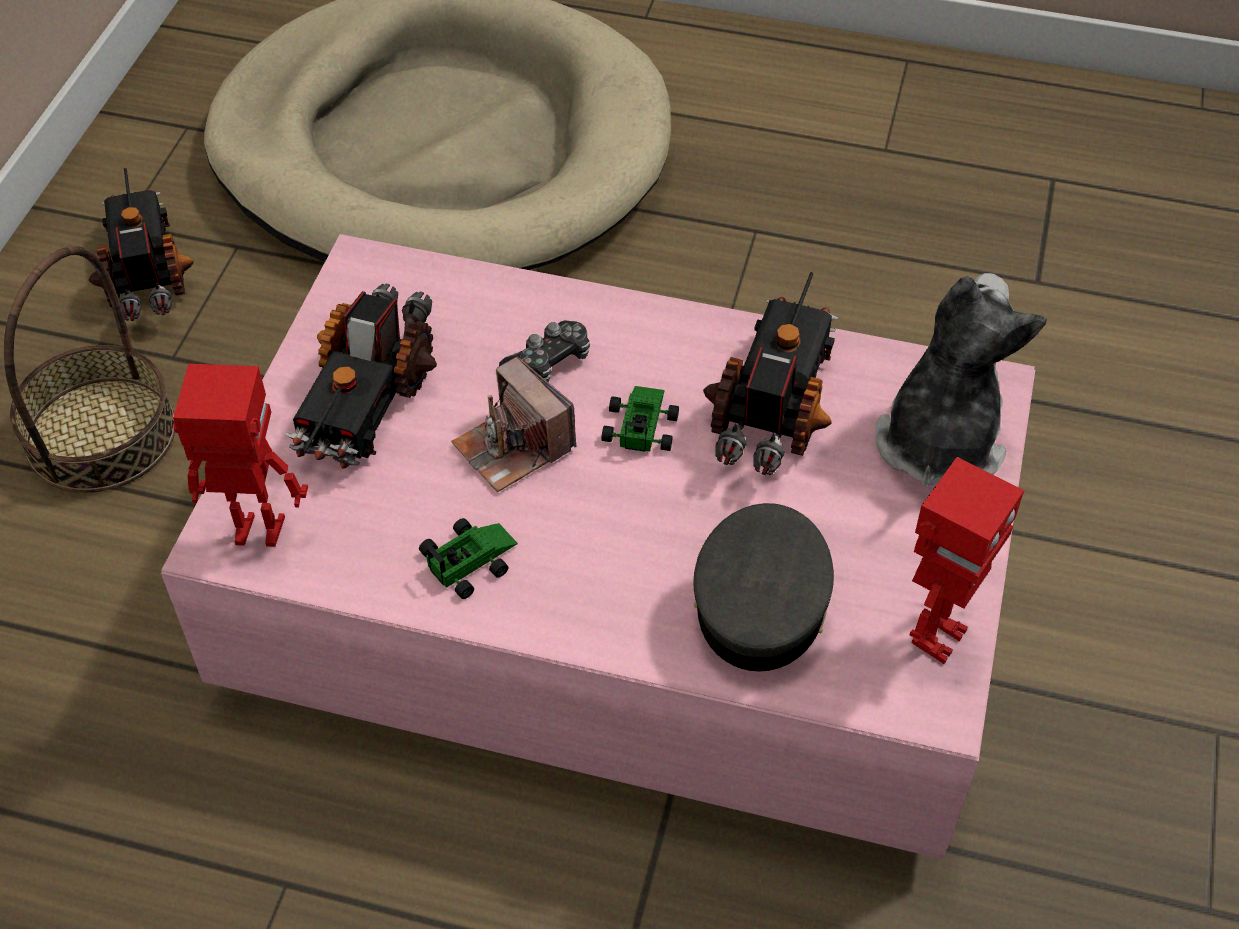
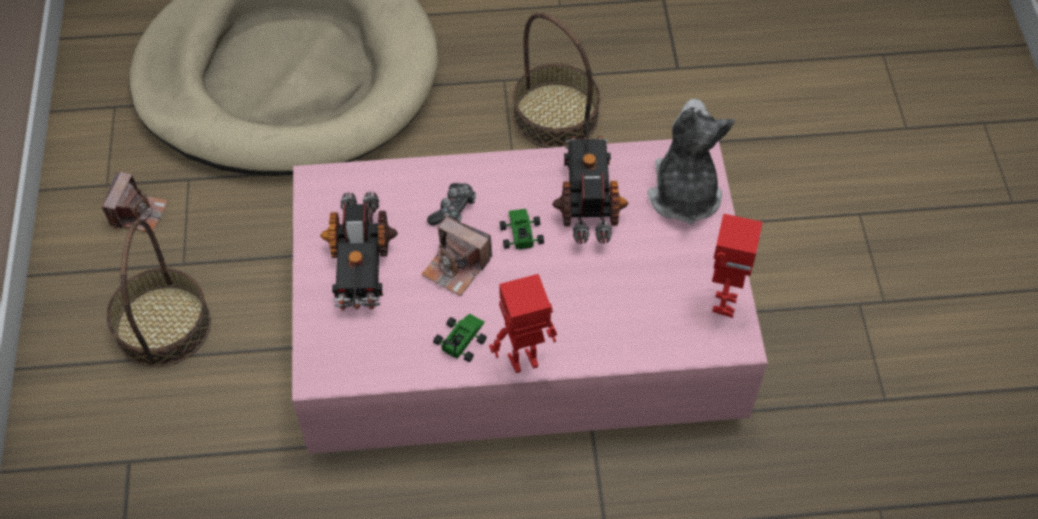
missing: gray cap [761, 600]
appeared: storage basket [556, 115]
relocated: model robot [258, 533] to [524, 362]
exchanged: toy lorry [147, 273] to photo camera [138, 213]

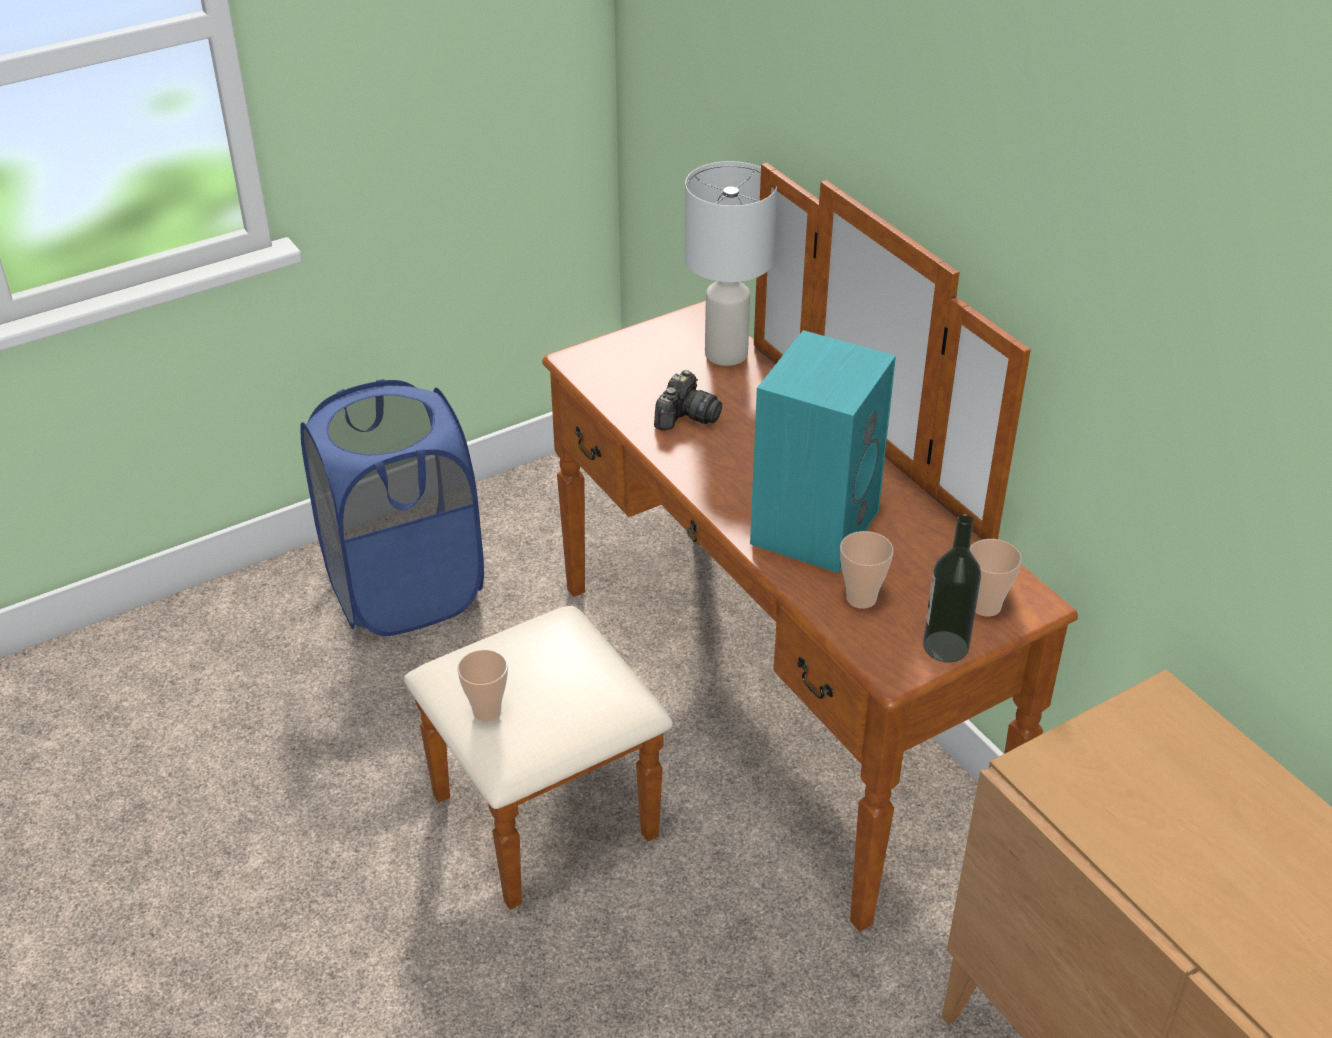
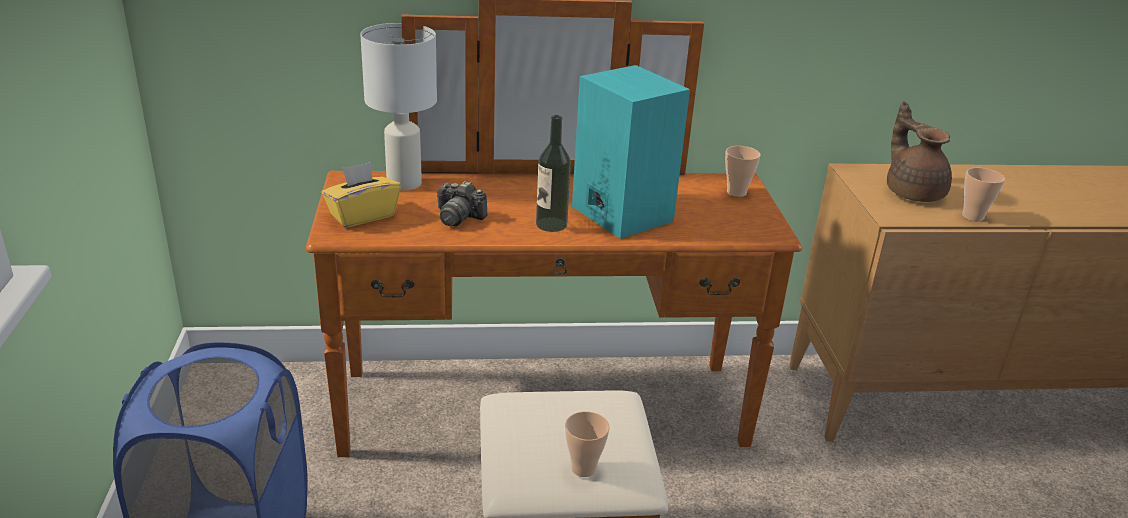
appeared: brown-coloured pot for tea [913, 192]; yellow-coloured box of tissues [362, 215]
relocated: beverage bottle [945, 646] to [551, 224]; small cup [861, 598] to [973, 216]
spun: photo camera [686, 417] = [458, 217] 150 degrees clockwise

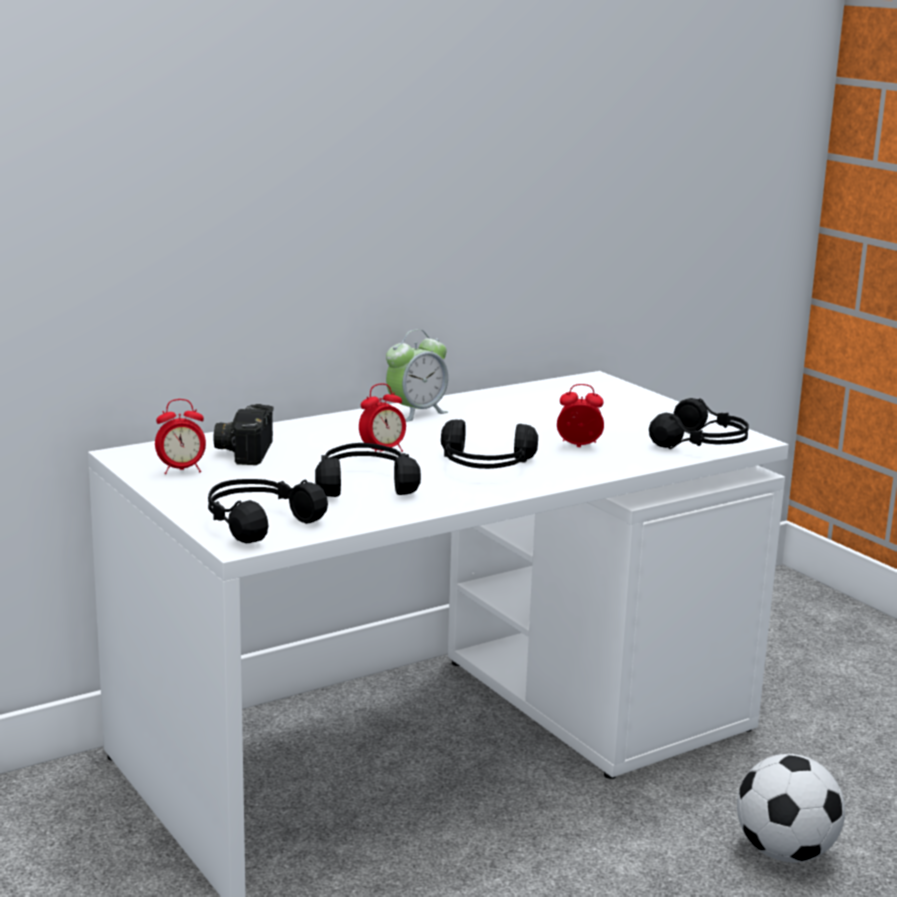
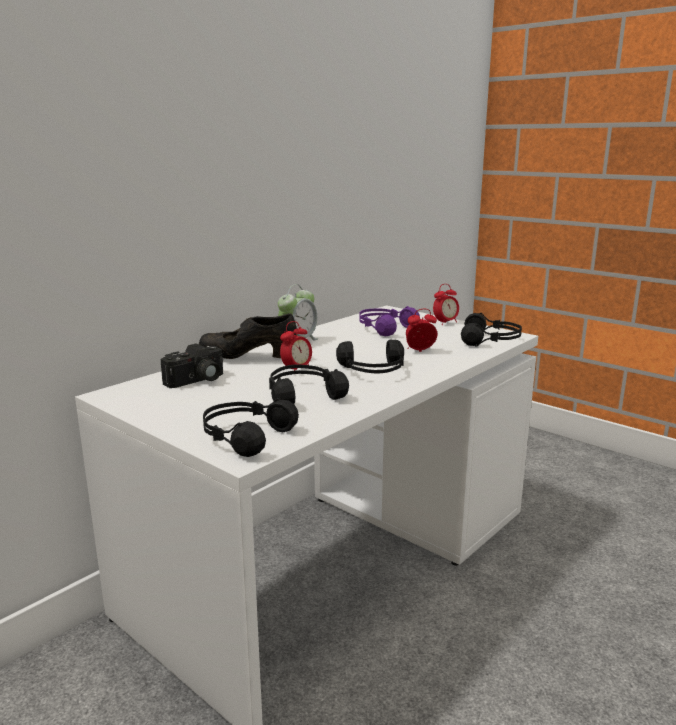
missing: ball for football [785, 852]
appeared: purple-coloured headset [384, 328]; black low shoe [248, 357]
relocated: table clock [181, 470] to [445, 323]
spun: photo camera [244, 450] = [197, 381] 120 degrees counterclockwise

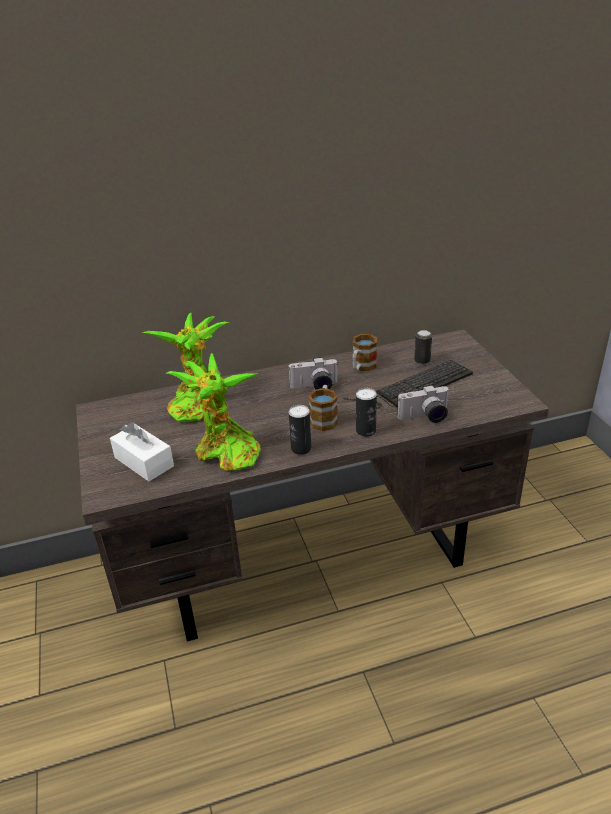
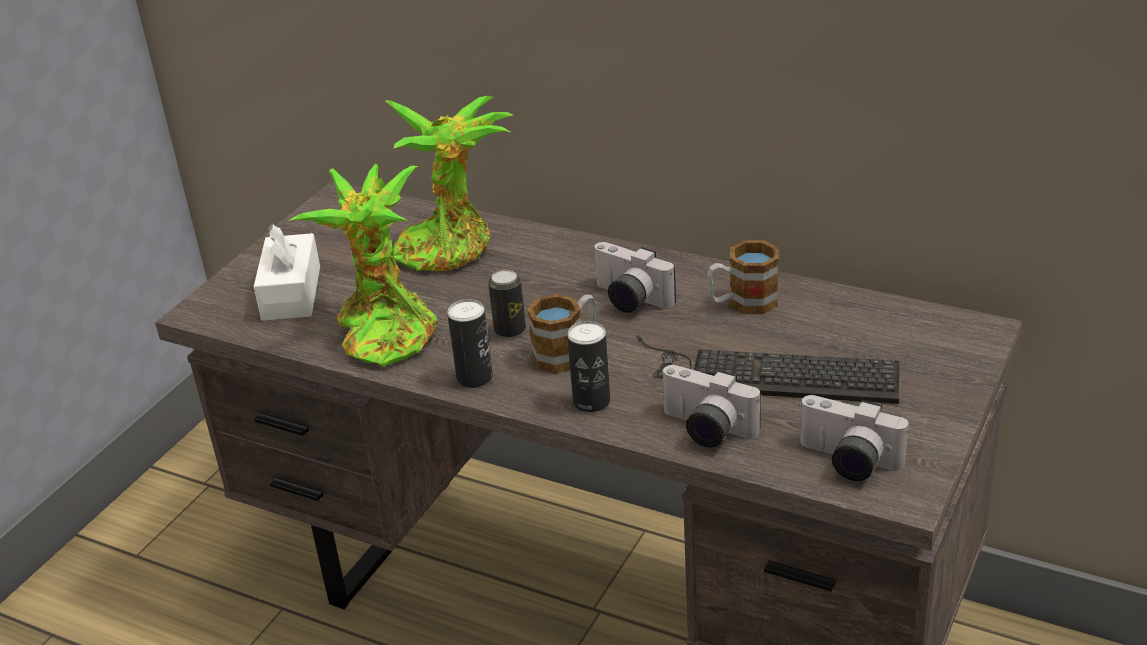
appeared: photo camera [846, 462]
relocated: can [422, 361] to [510, 330]

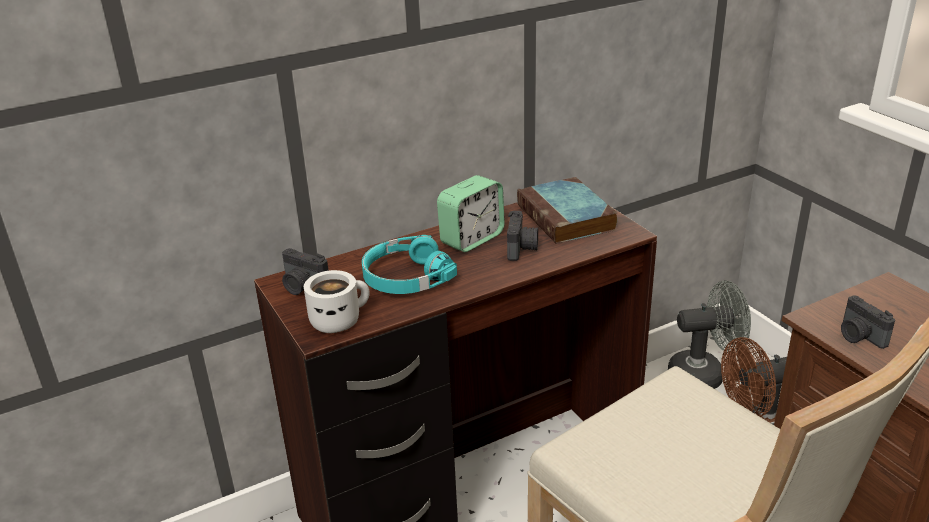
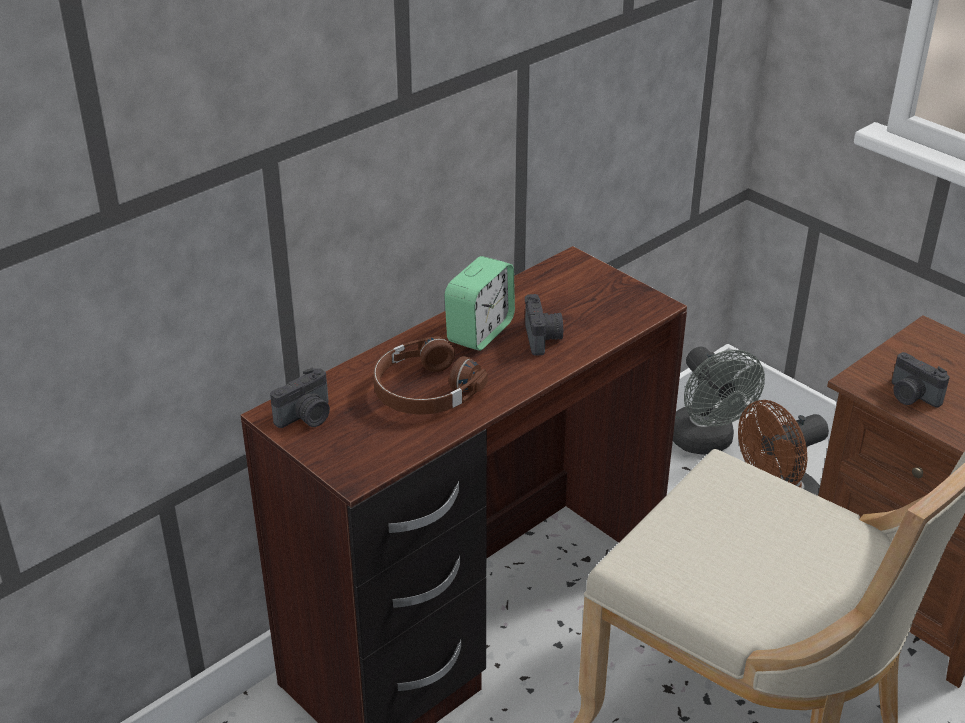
missing: book [567, 218]; white mug [338, 320]
colour: blue-green headset [406, 277] to brown-coloured headset [424, 391]
spun: photo camera [303, 287] = [307, 417] 60 degrees counterclockwise; gray cooling fan [704, 374] = [706, 442] 90 degrees clockwise

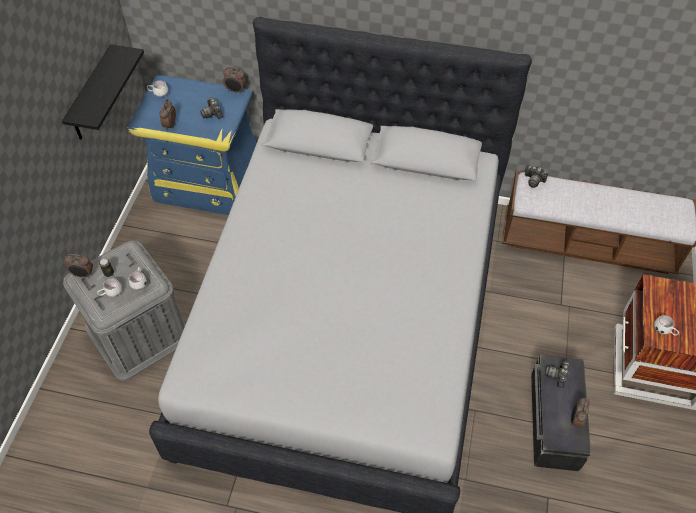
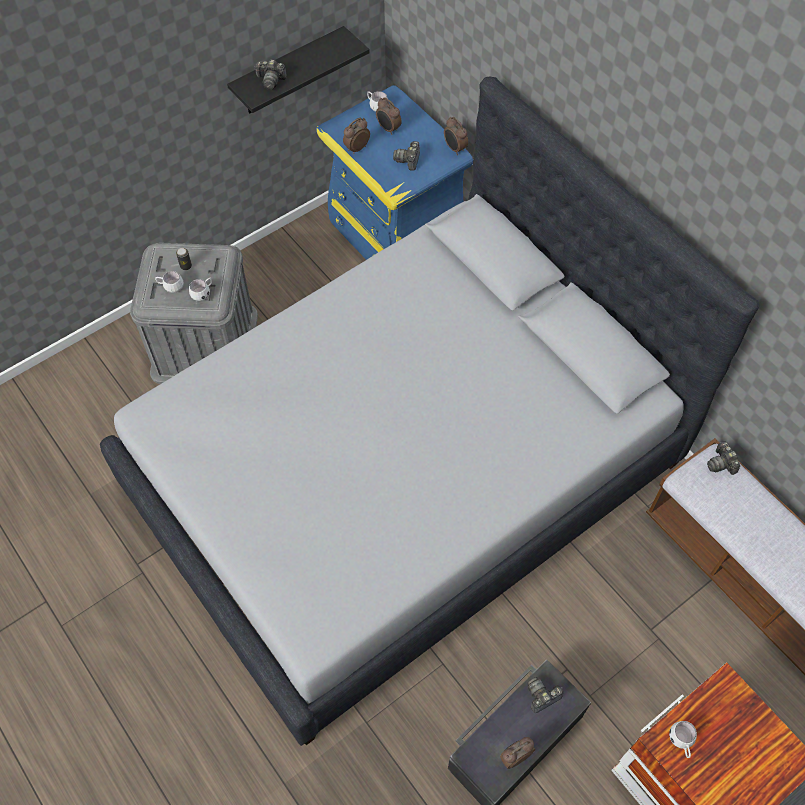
appeared: photo camera [271, 80]
relocated: table clock [83, 275] to [388, 129]

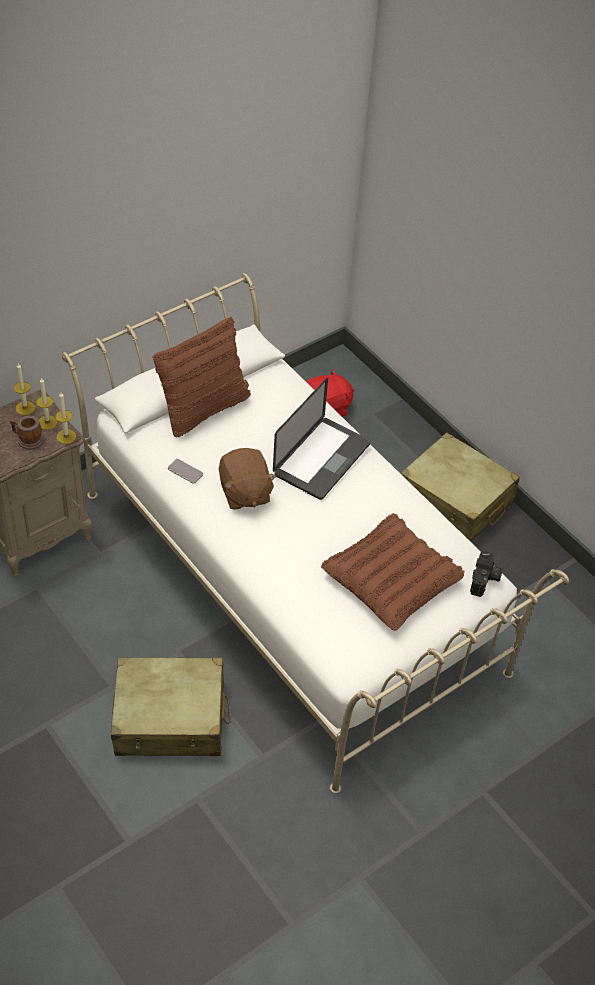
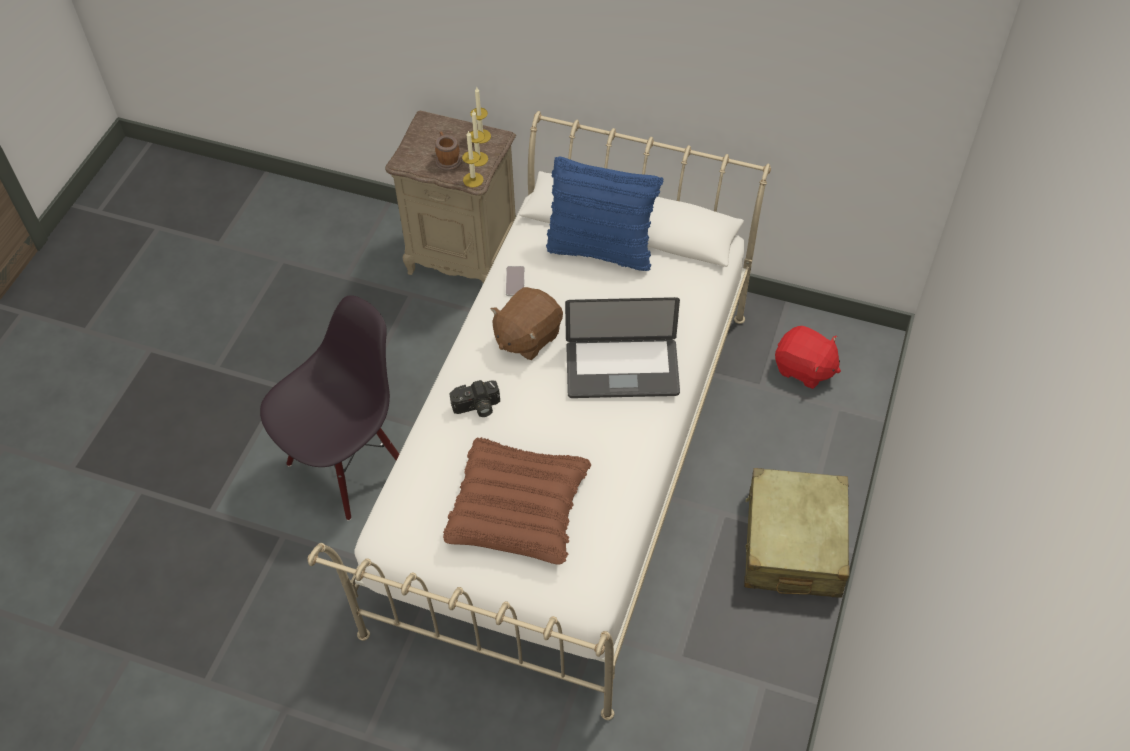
relocated: photo camera [485, 580] to [477, 407]
exchanged: beige travel case [170, 718] to black upright chair [349, 466]
colour: brown-coloured pillow [203, 409] to blue-coloured pillow [602, 250]

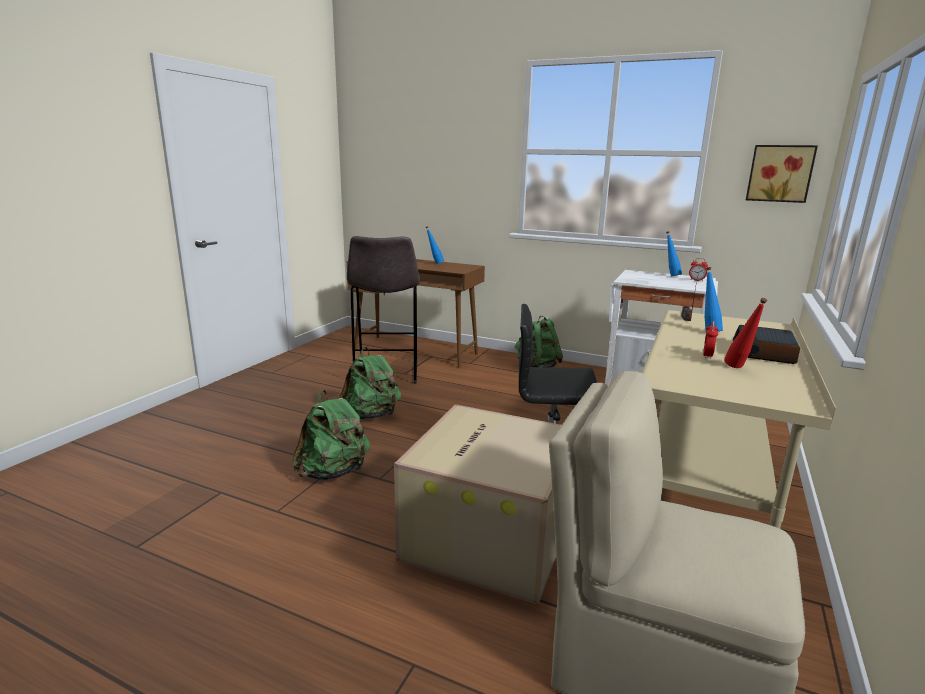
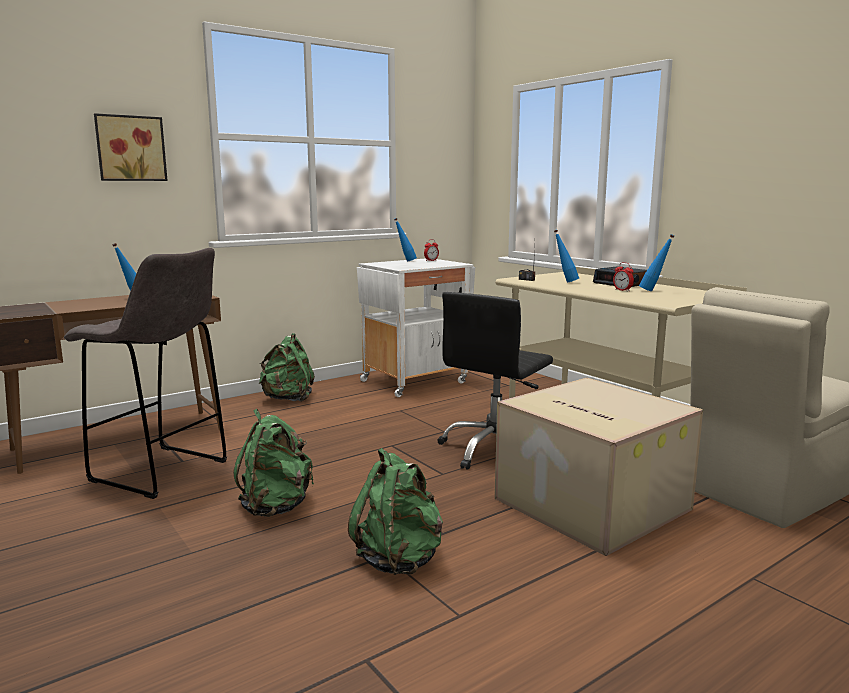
relocated: picture [779, 173] to [130, 148]
colour: red beverage bottle [739, 369] to blue-coloured beverage bottle [654, 291]

